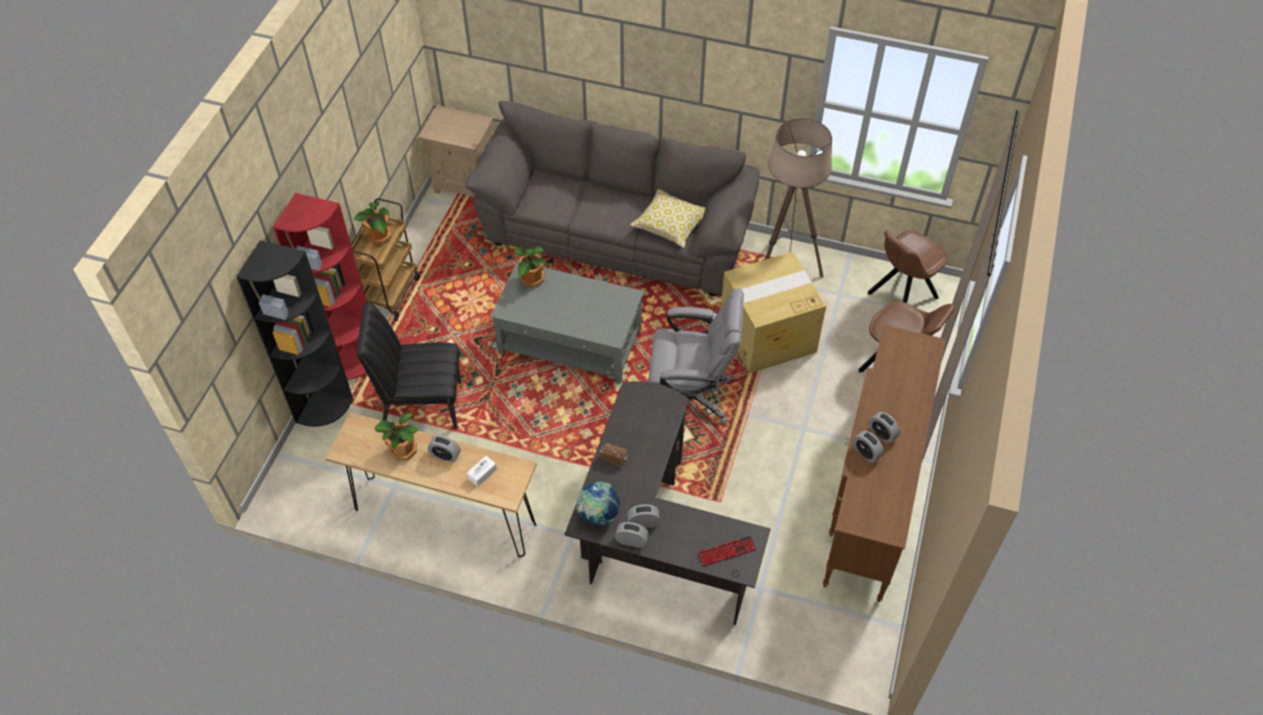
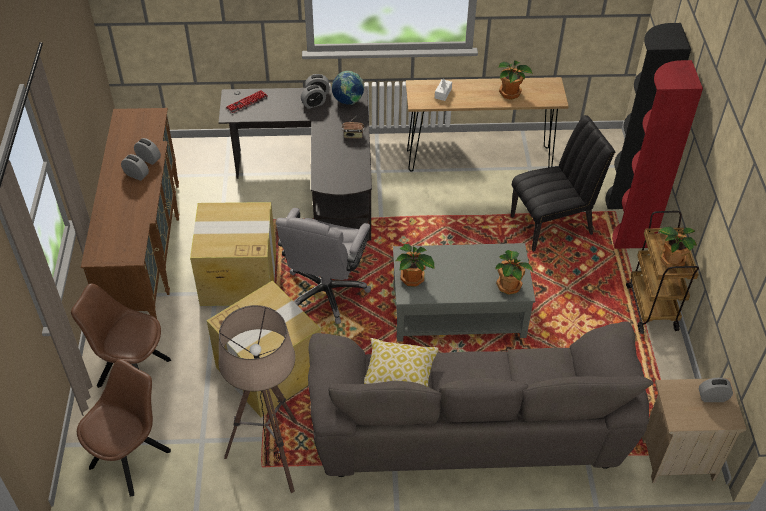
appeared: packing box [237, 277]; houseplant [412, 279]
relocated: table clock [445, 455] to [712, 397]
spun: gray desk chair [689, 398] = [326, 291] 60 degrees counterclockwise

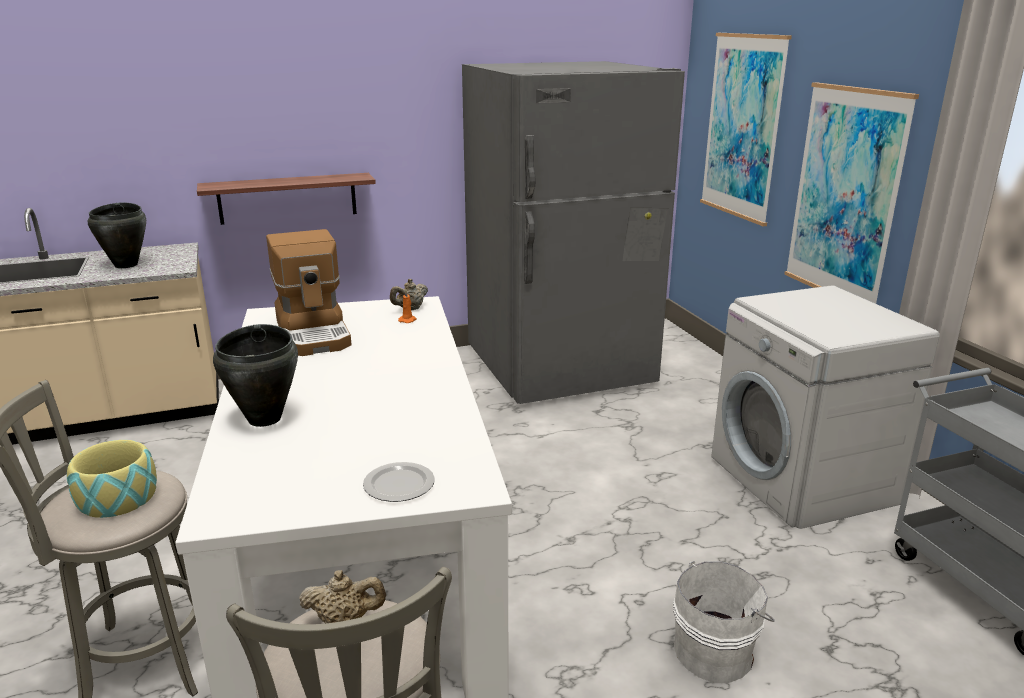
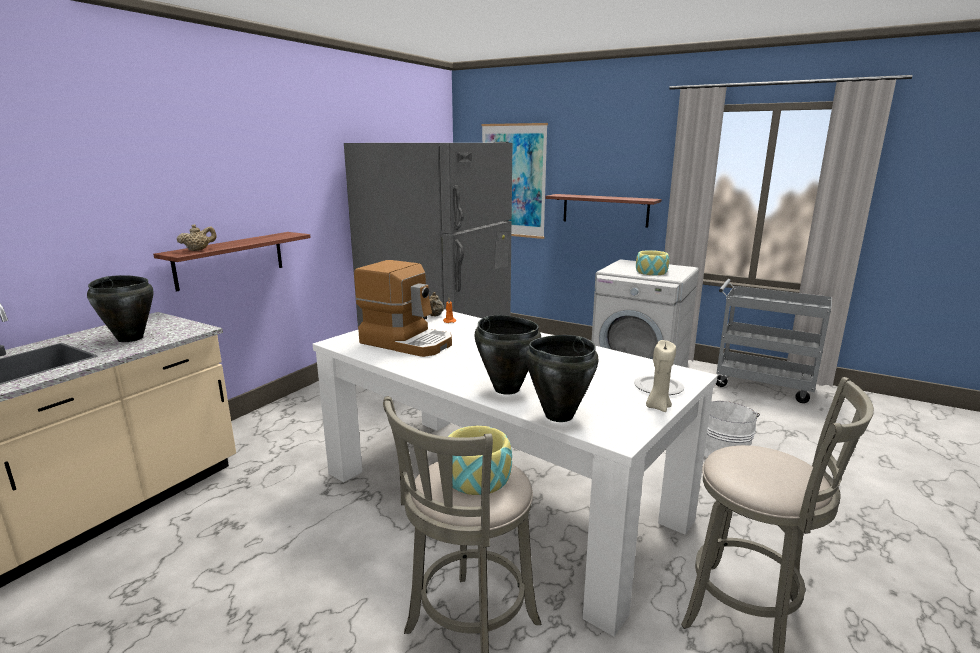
appeared: serving bowl [651, 272]; black cooking pot [558, 415]; beige wax light [658, 407]
relocated: beige pot for tea [345, 620] to [198, 250]
exchanged: picture [845, 195] to bracket shelf [605, 210]

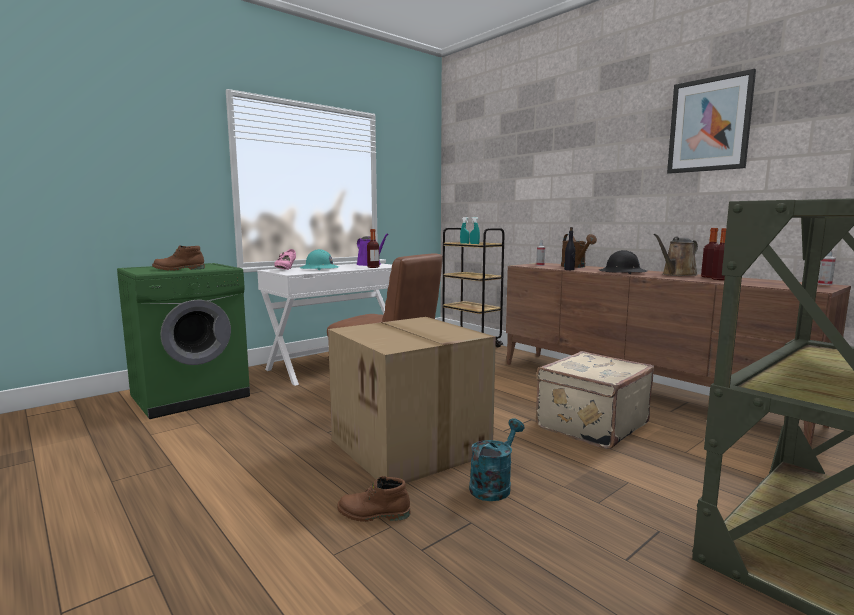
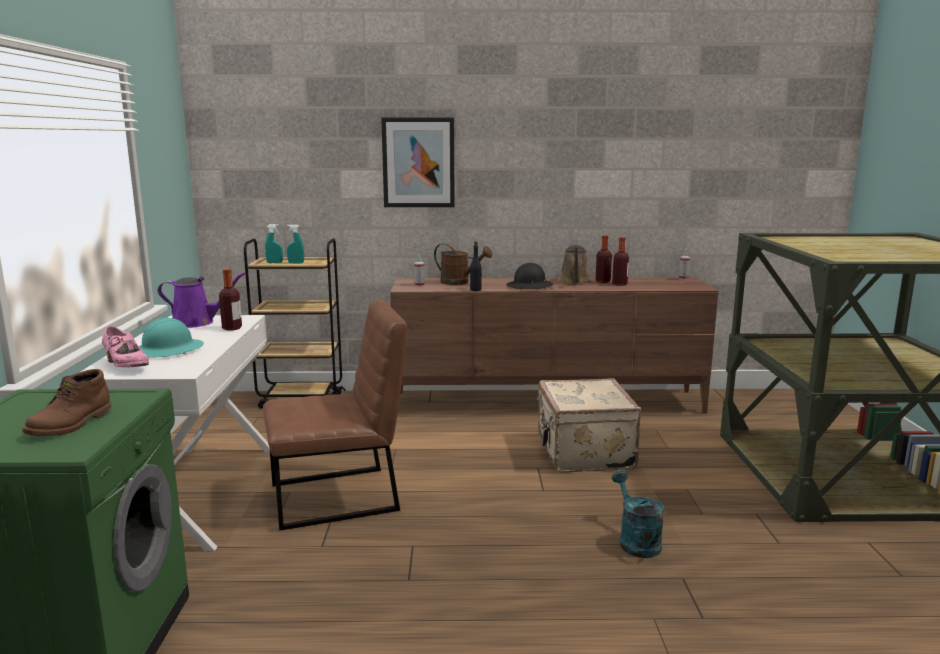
missing: packing box [412, 446]; brown-coloured tall boot [373, 514]
relocated: picture [709, 125] to [418, 162]

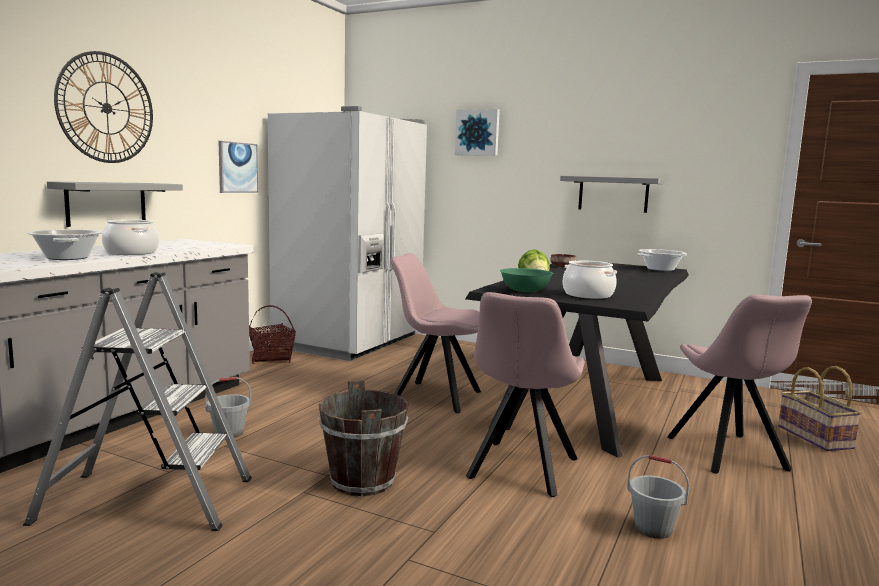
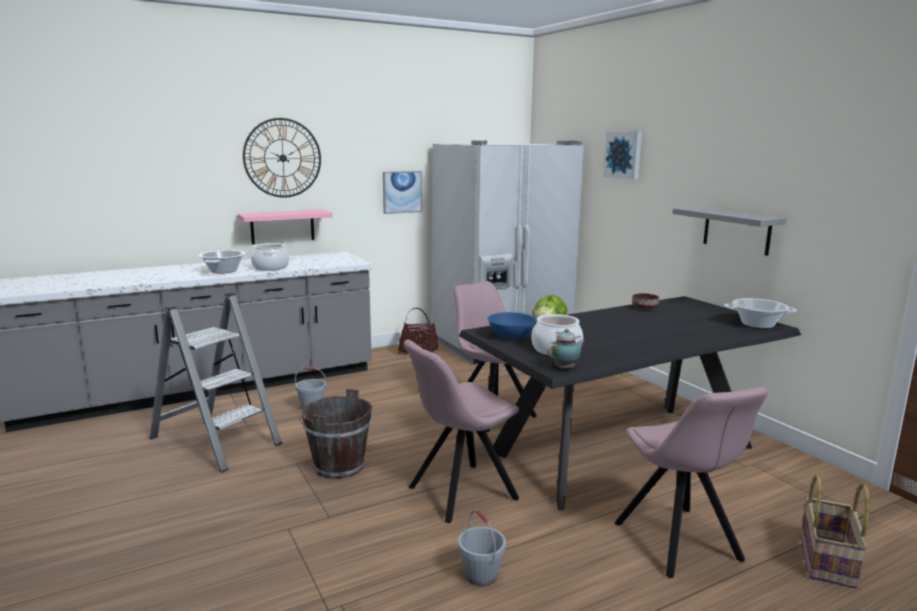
appeared: pot for tea [566, 368]
colour: gray bracket shelf [106, 203] to pink-coloured bracket shelf [282, 226]; green-coloured serving bowl [525, 291] to blue-coloured serving bowl [511, 336]
spun: pink-coloured upright chair [727, 453] = [678, 541] 45 degrees counterclockwise

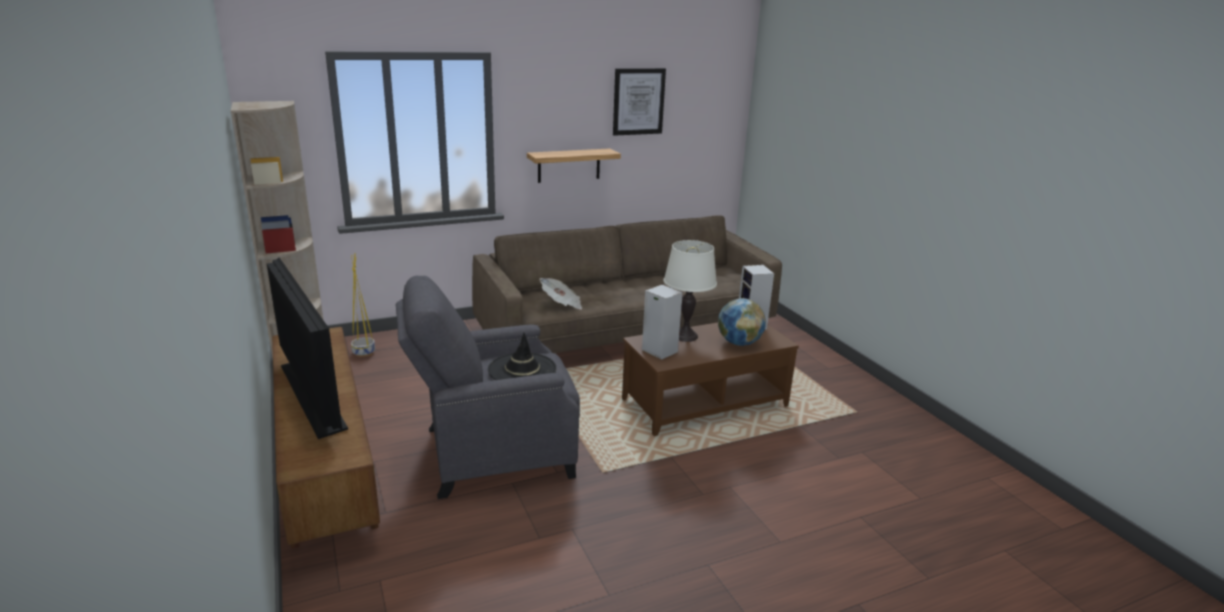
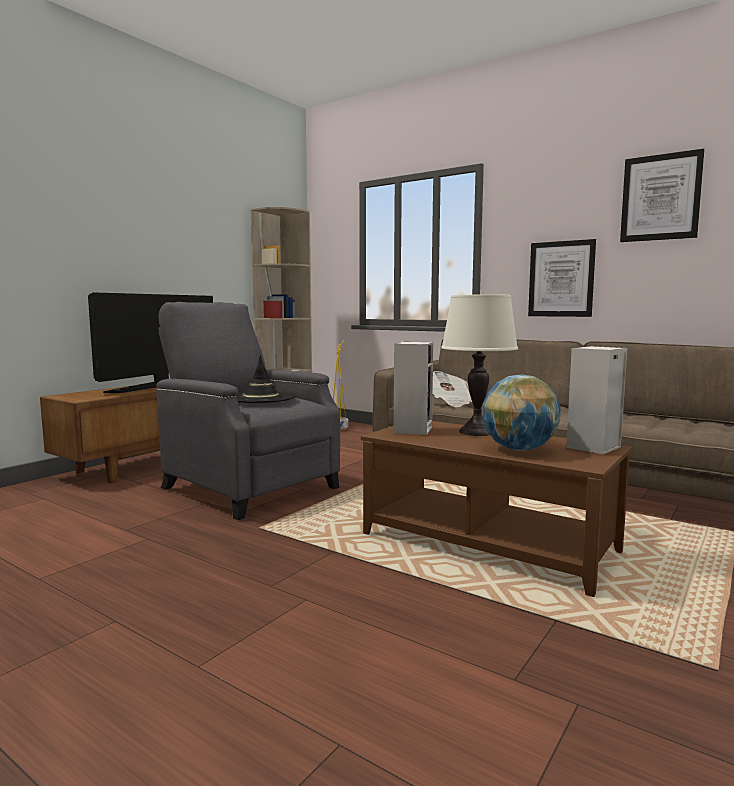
exchanged: bracket shelf [569, 165] to picture [561, 279]

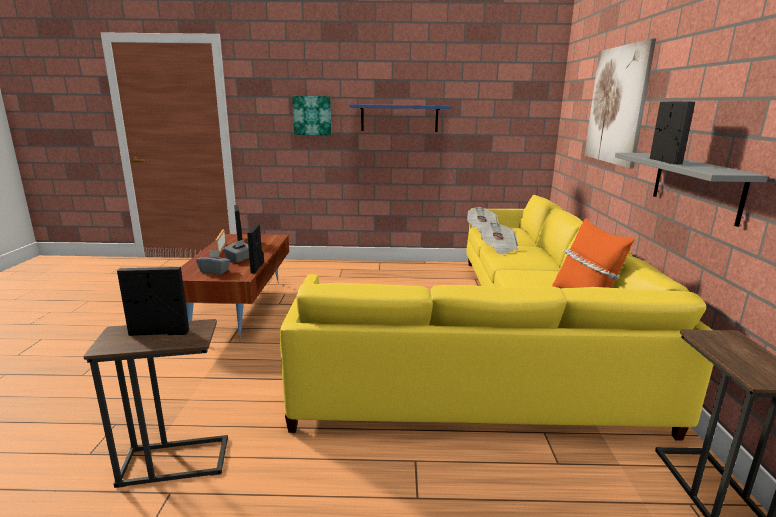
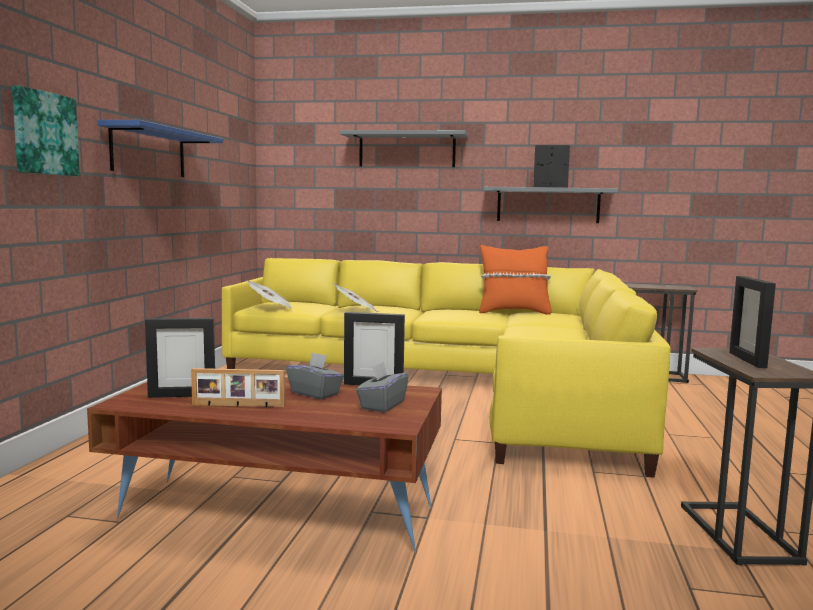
exchanged: picture [617, 105] to gray bracket shelf [407, 150]

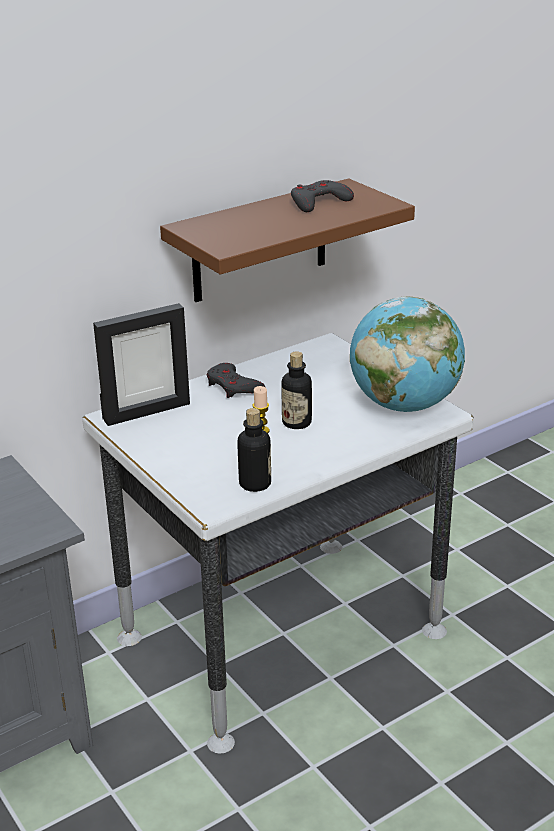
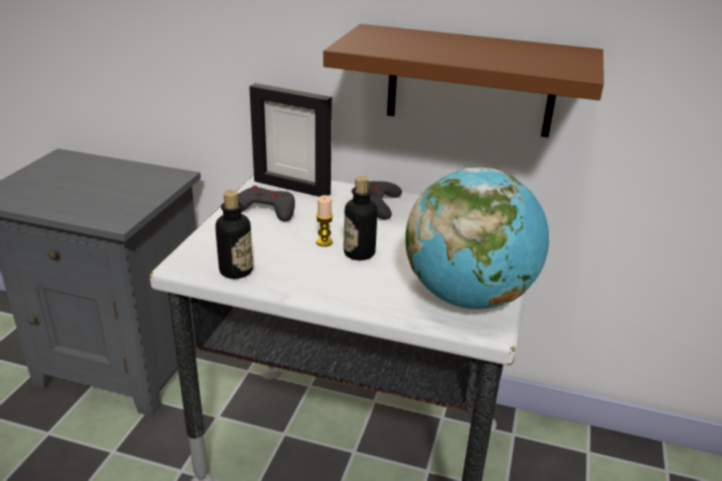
relocated: gray gamepad [318, 202] to [265, 210]

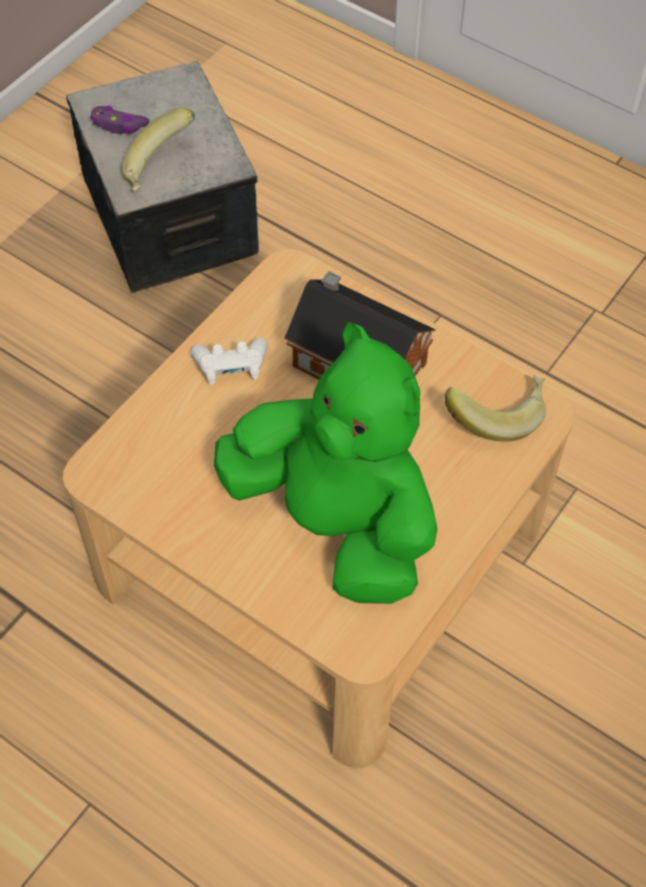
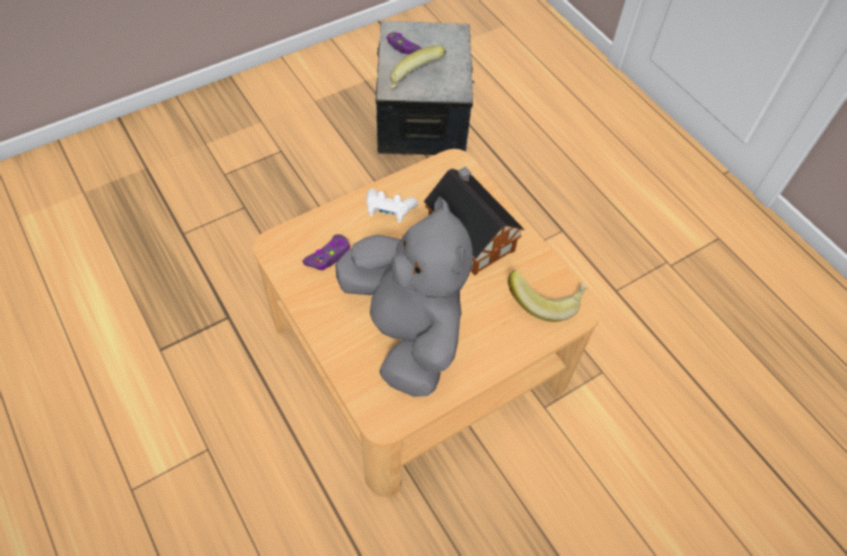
appeared: purple-coloured gamepad [328, 256]
colour: green-coloured soft toy [336, 523] to gray soft toy [406, 331]

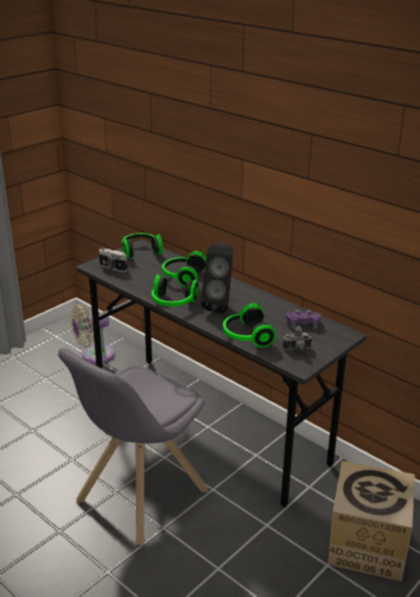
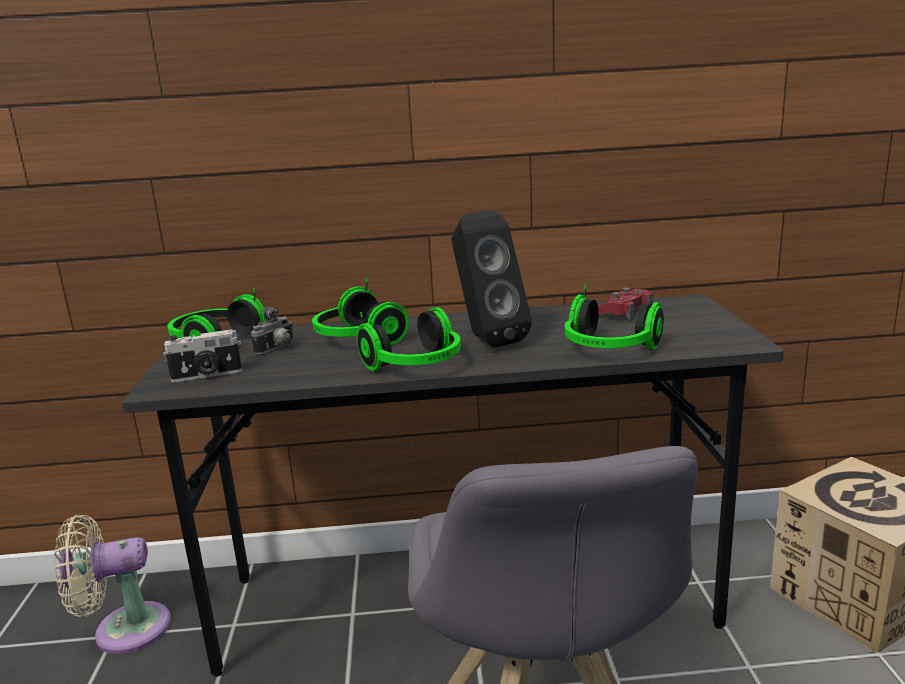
relocated: photo camera [297, 349] to [278, 349]
colour: purple-coloured gamepad [302, 323] to red gamepad [624, 312]
spun: beige cooling fan [94, 355] = [124, 630] 60 degrees clockwise

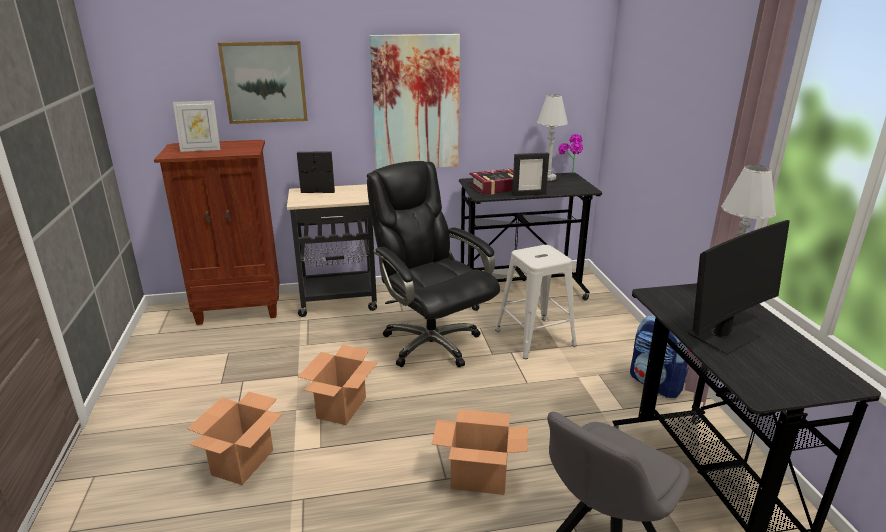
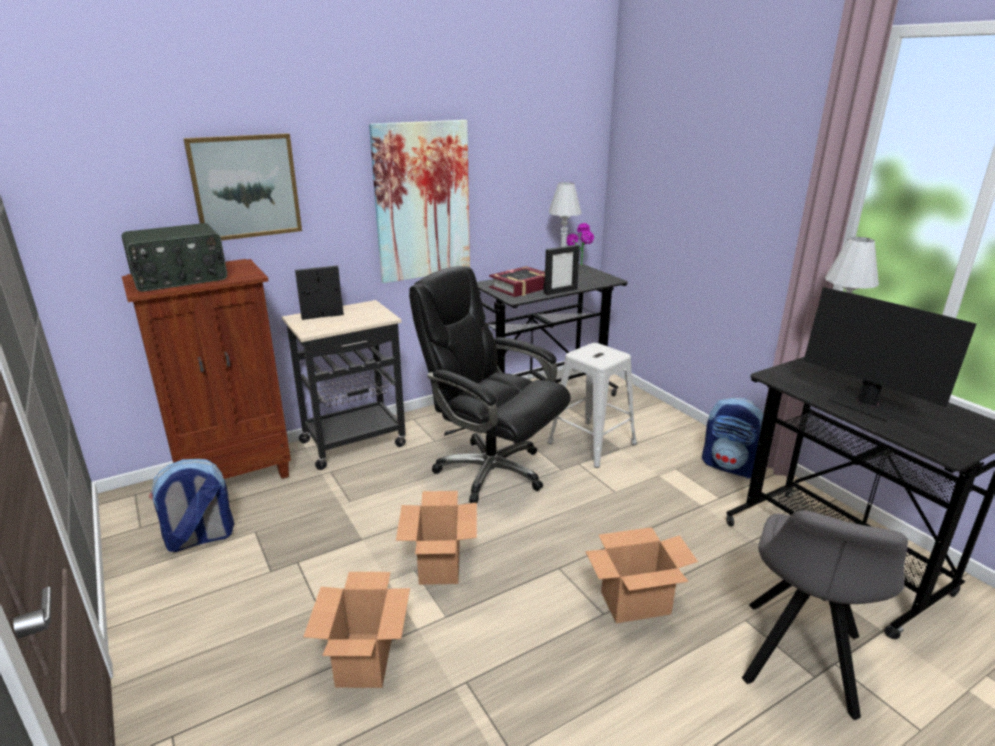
appeared: rucksack [199, 539]
exchanged: standing frame [201, 149] to radio [180, 279]
spun: computer screen [723, 335] = [866, 404] 105 degrees clockwise

